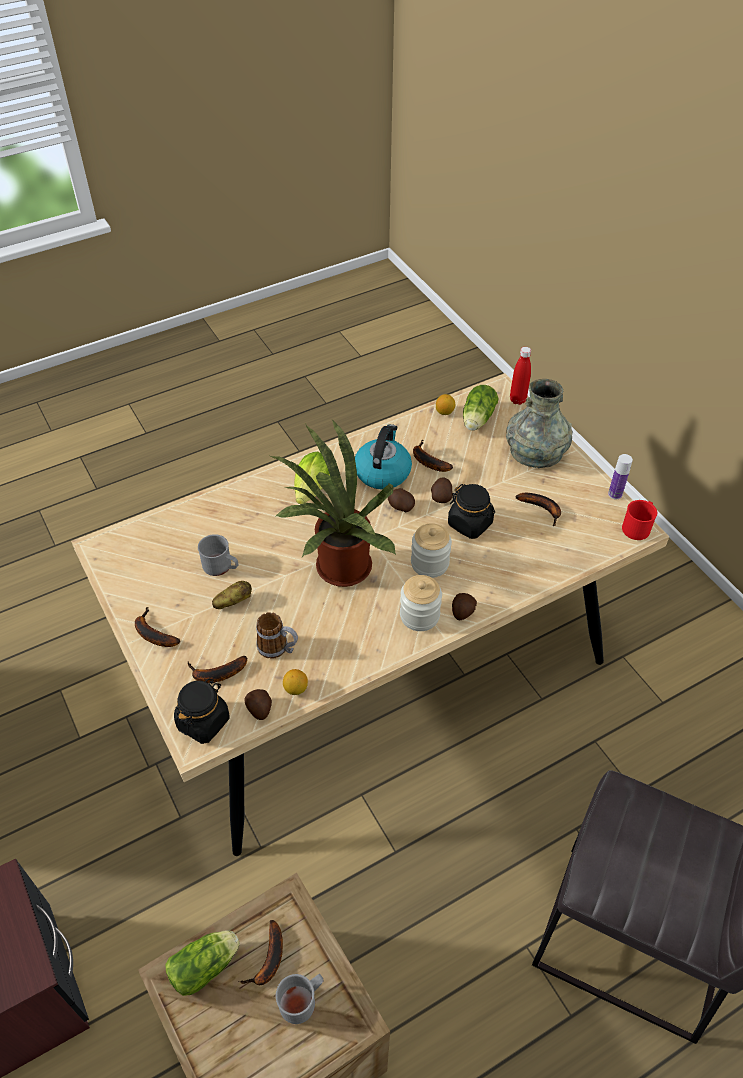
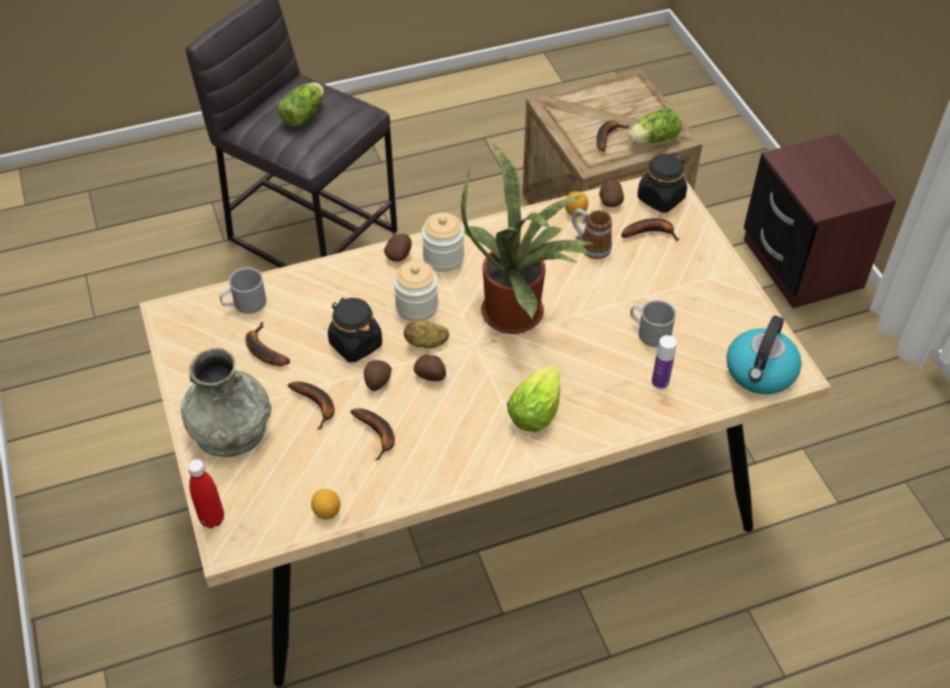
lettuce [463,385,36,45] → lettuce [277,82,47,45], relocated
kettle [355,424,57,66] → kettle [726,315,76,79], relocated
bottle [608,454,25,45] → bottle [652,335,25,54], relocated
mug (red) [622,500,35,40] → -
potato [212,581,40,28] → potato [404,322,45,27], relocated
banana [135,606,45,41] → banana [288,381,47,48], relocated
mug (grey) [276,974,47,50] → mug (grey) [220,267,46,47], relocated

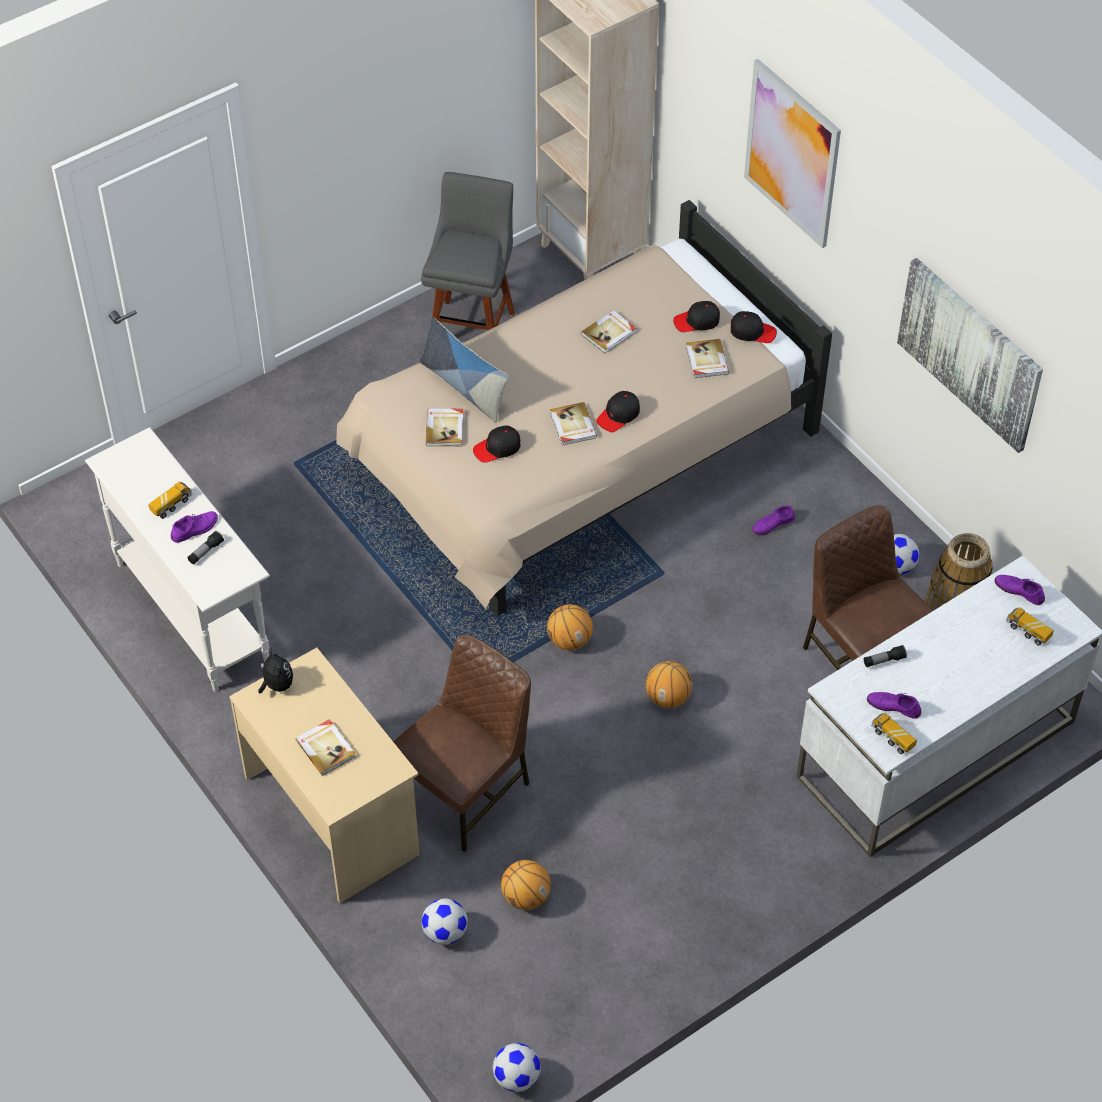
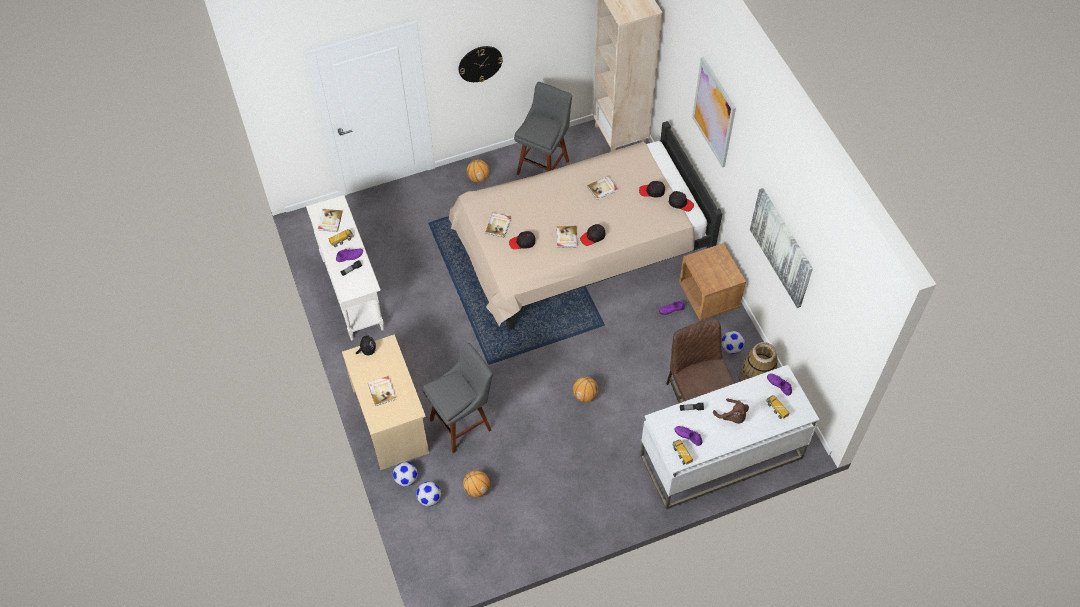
pillow [420,317,89,106] → -
book [686,339,43,39] → book [318,209,25,23], relocated
basketball [547,604,46,46] → basketball [467,160,22,22], relocated
chair (brown) [393,635,138,217] → stool (grey) [423,343,70,110]
football [493,1043,48,49] → football [393,462,25,25], relocated
- → wall clock [459,46,44,36]
- → nightstand (brown) [679,243,67,78]
- → plush toy (brown) [713,398,36,26]

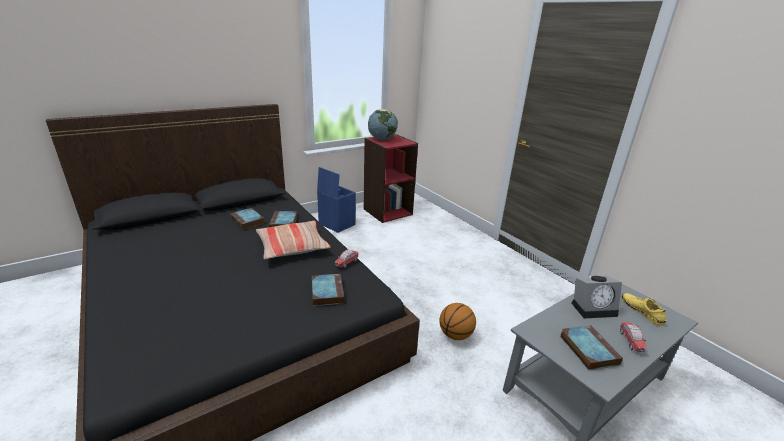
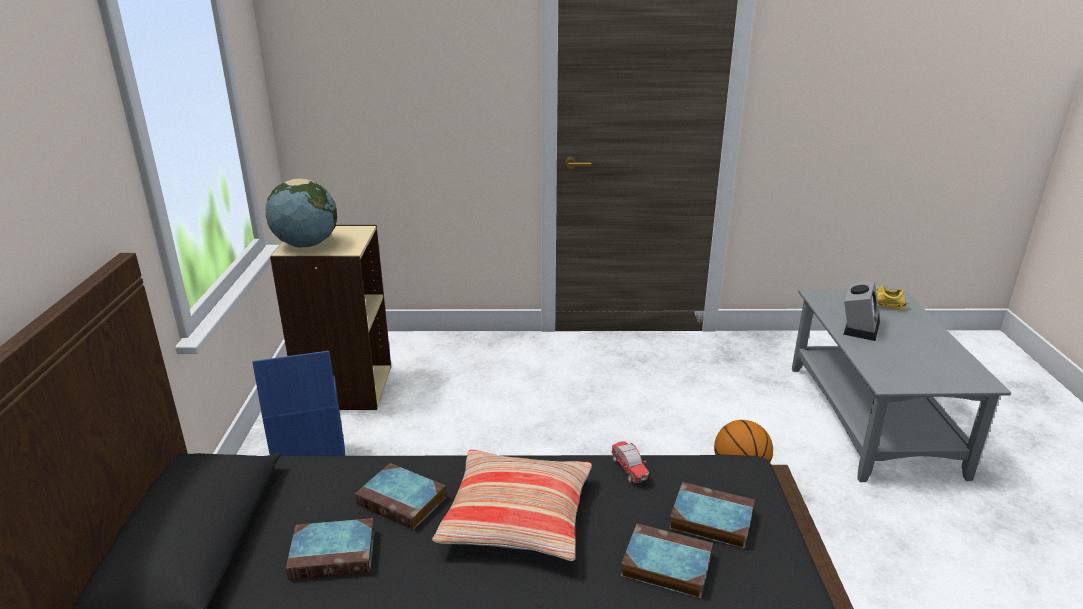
bookcase (red) [364,134,54,89] → bookcase (beige) [270,225,121,185]
toy car [620,322,27,30] → -
book [560,325,63,46] → book [621,523,92,76], relocated

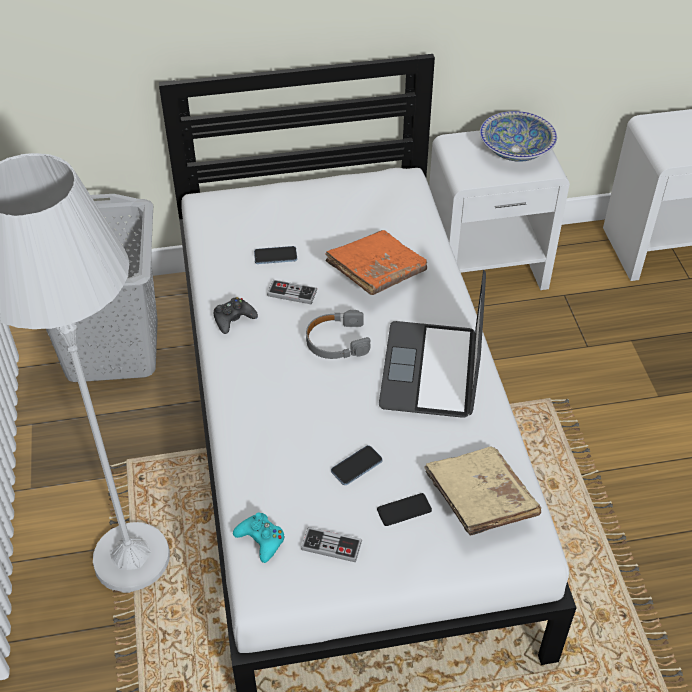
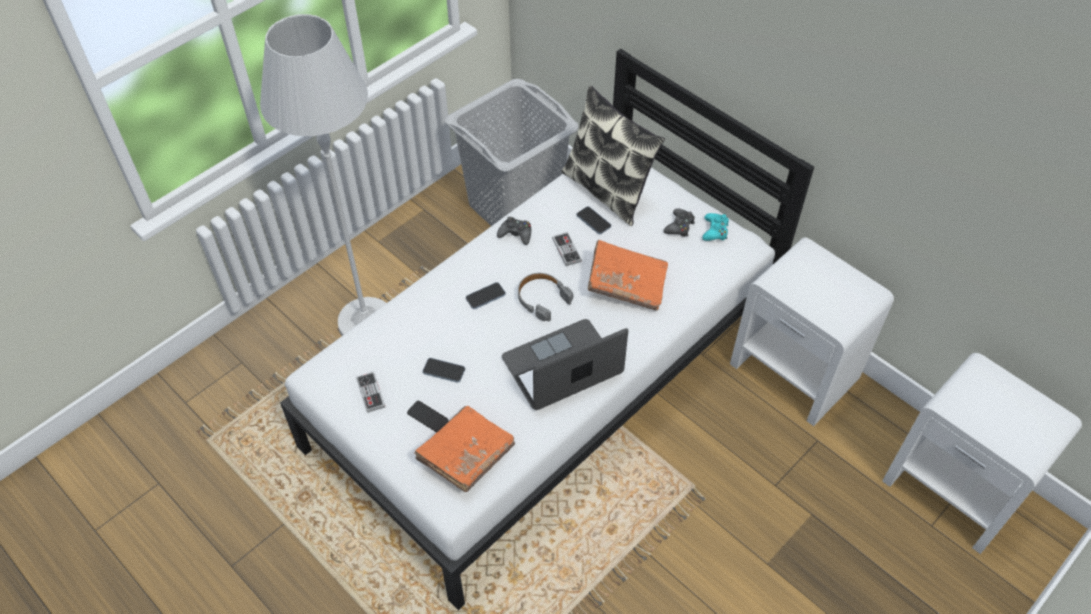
bowl [480,111,77,51] → -
book (beige) [424,446,117,90] → book (orange) [414,406,101,86]
game controller (turquoise) [233,512,51,51] → game controller (turquoise) [702,213,27,28], relocated
- → pillow [561,86,104,140]
- → game controller (black) [664,209,31,28]
- → phone [466,282,40,27]

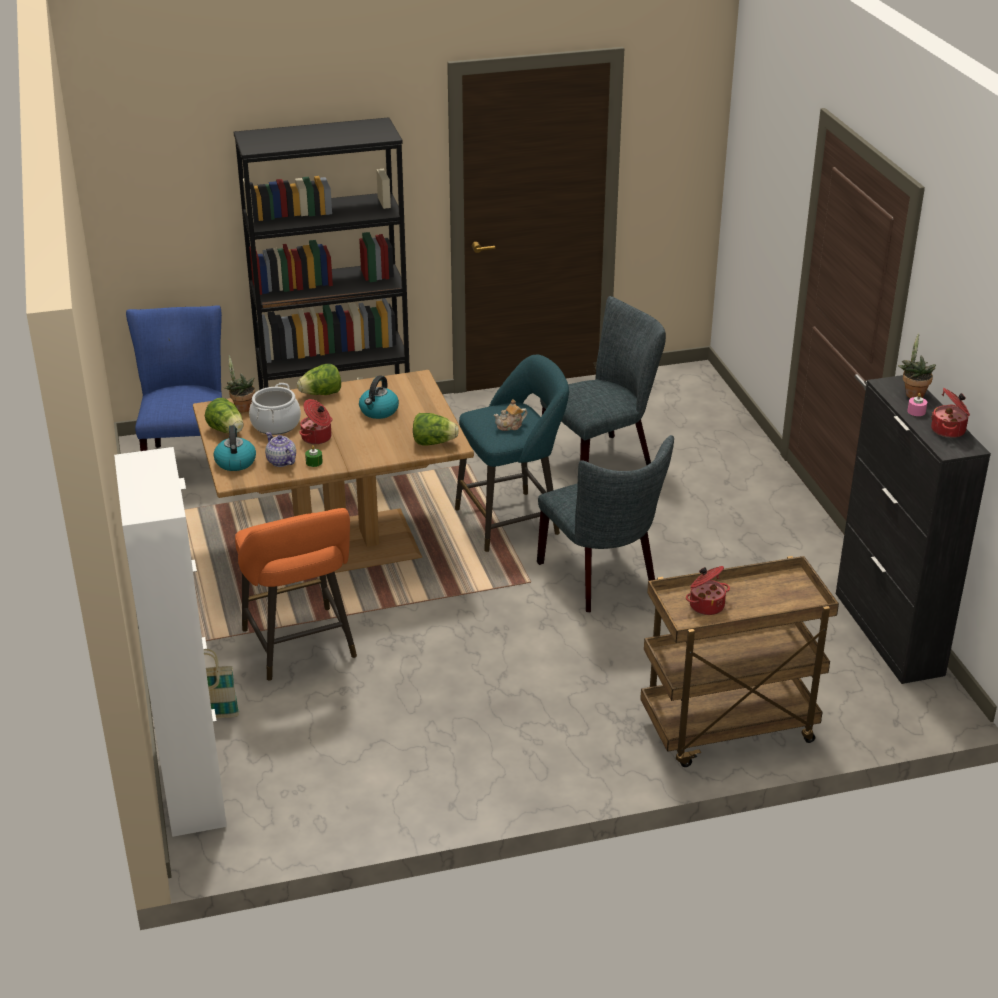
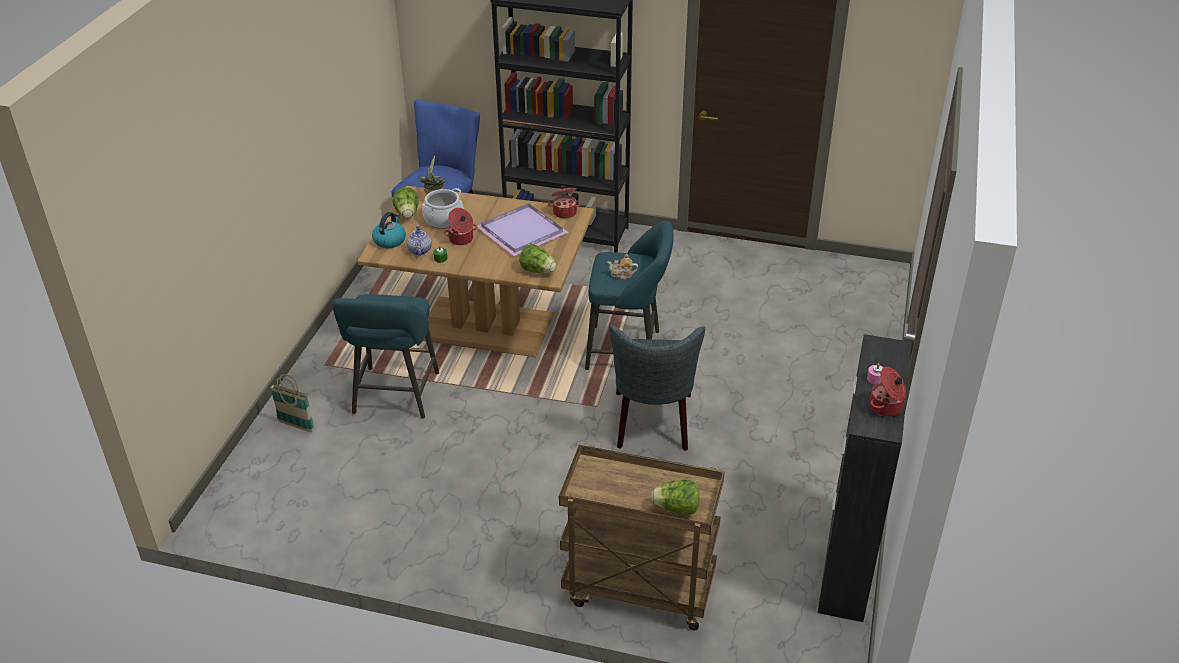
chair (grey) [540,296,126,169] → -
potted plant [898,333,38,65] → -
lettuce [297,364,44,31] → lettuce [651,480,48,35], relocated
kettle [359,375,40,44] → tray (purple) [477,203,92,53]
cabinet (white) [114,447,113,390] → -
stool (orange) [235,508,122,173] → stool (turquoise) [332,294,107,125]
cooking pot [686,566,44,49] → cooking pot [548,185,34,33], relocated

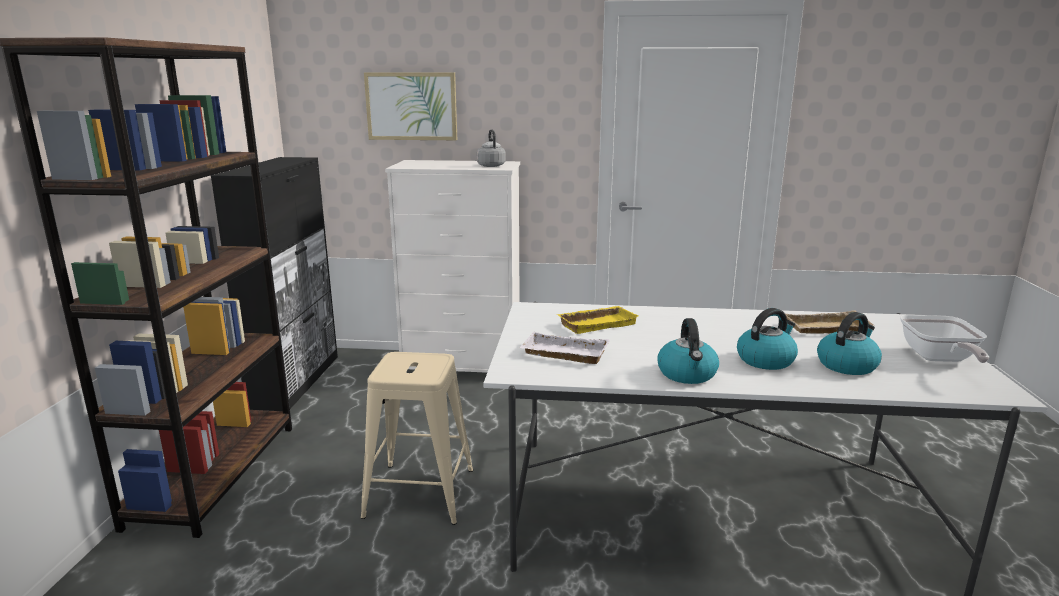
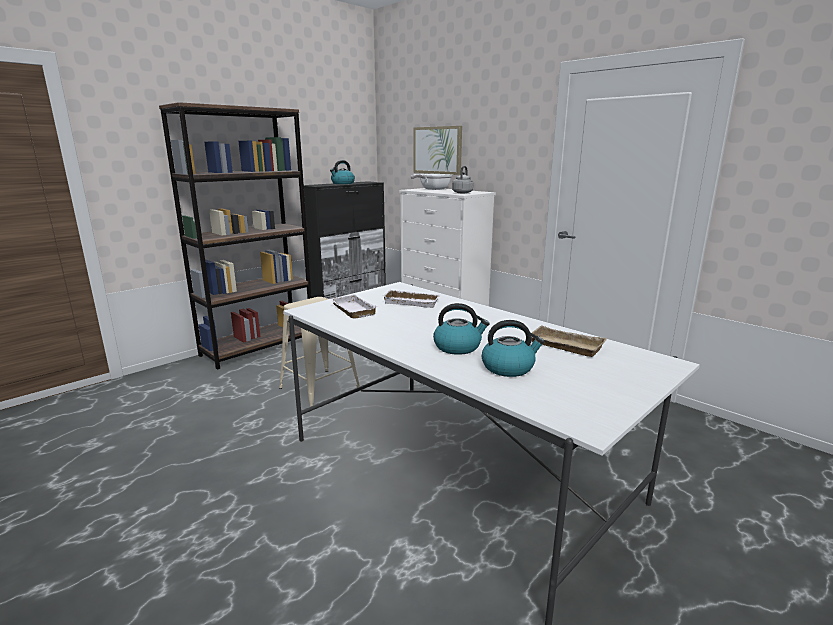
tray (yellow) [557,306,81,28] → tray (white) [382,290,58,18]
frying pan [900,315,89,48] → frying pan [410,174,42,16], relocated
kettle [657,318,62,66] → kettle [330,160,25,24], relocated

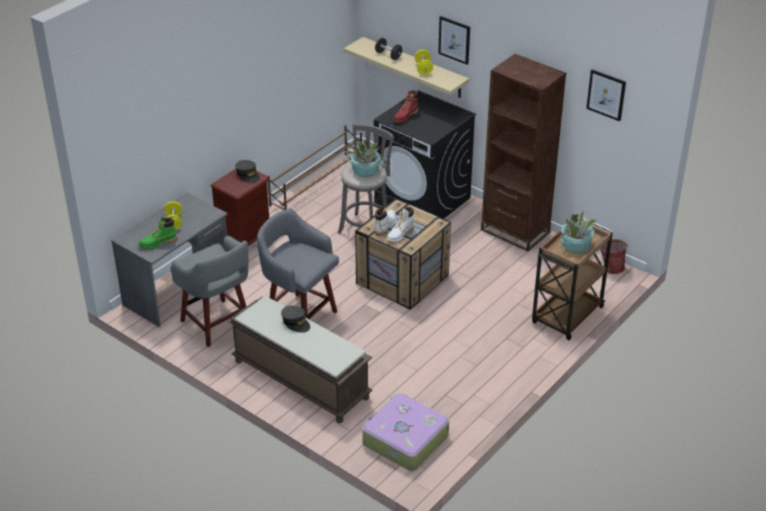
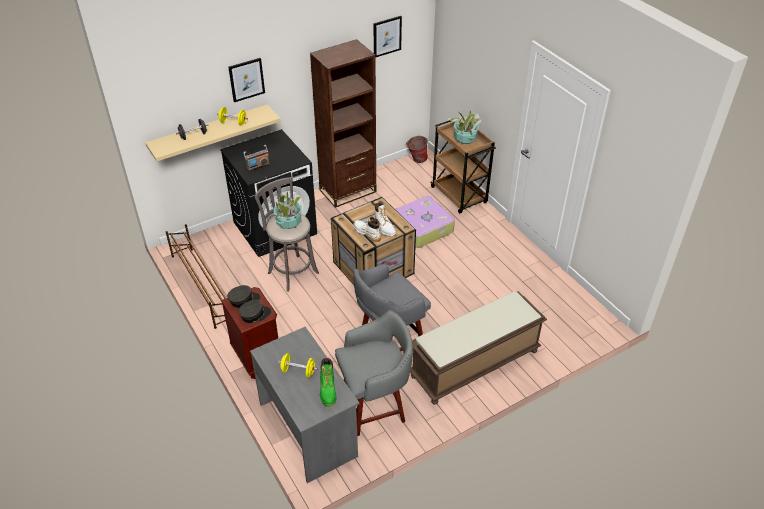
boot (red) [393,90,25,33] → radio [243,145,26,26]
cap (grey) [281,305,29,27] → cap (grey) [238,300,33,23], relocated
suitcase [362,393,87,78] → suitcase [395,196,60,52], relocated

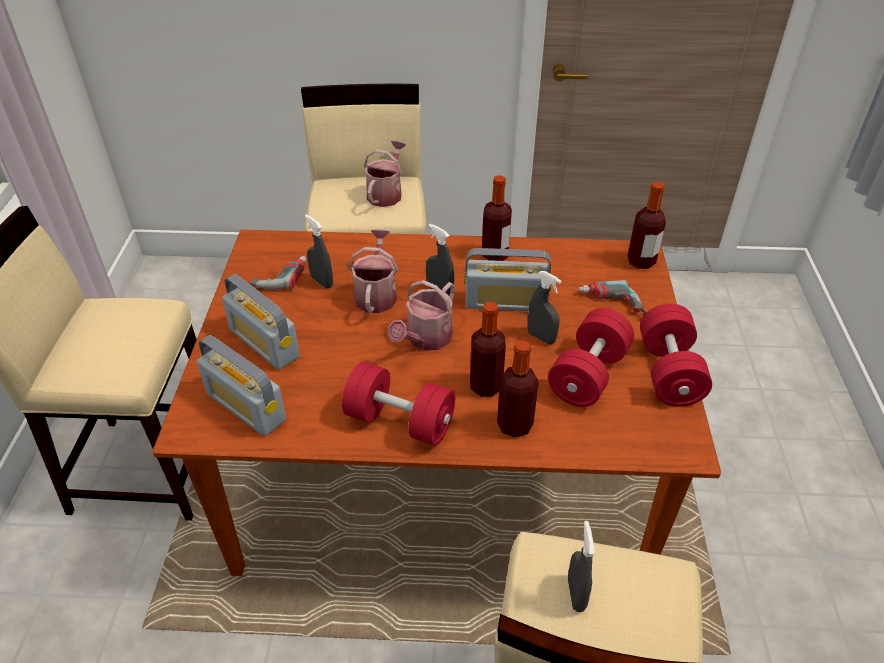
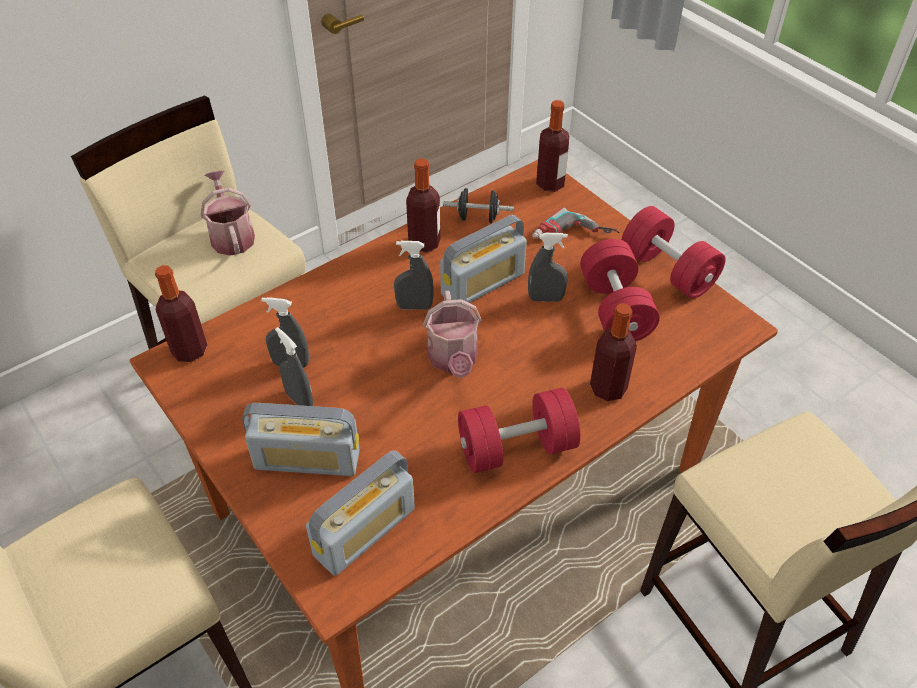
watering can [349,230,49,83] → -
power drill [236,256,71,34] → -
bottle [470,302,36,94] → bottle [155,265,52,97], relocated
radio [197,335,89,101] → radio [306,450,109,126], 45 degrees counterclockwise
spray bottle (grey) [568,521,27,91] → spray bottle (grey) [275,327,38,79], relocated
- → dumbbell (black) [443,188,71,35]

